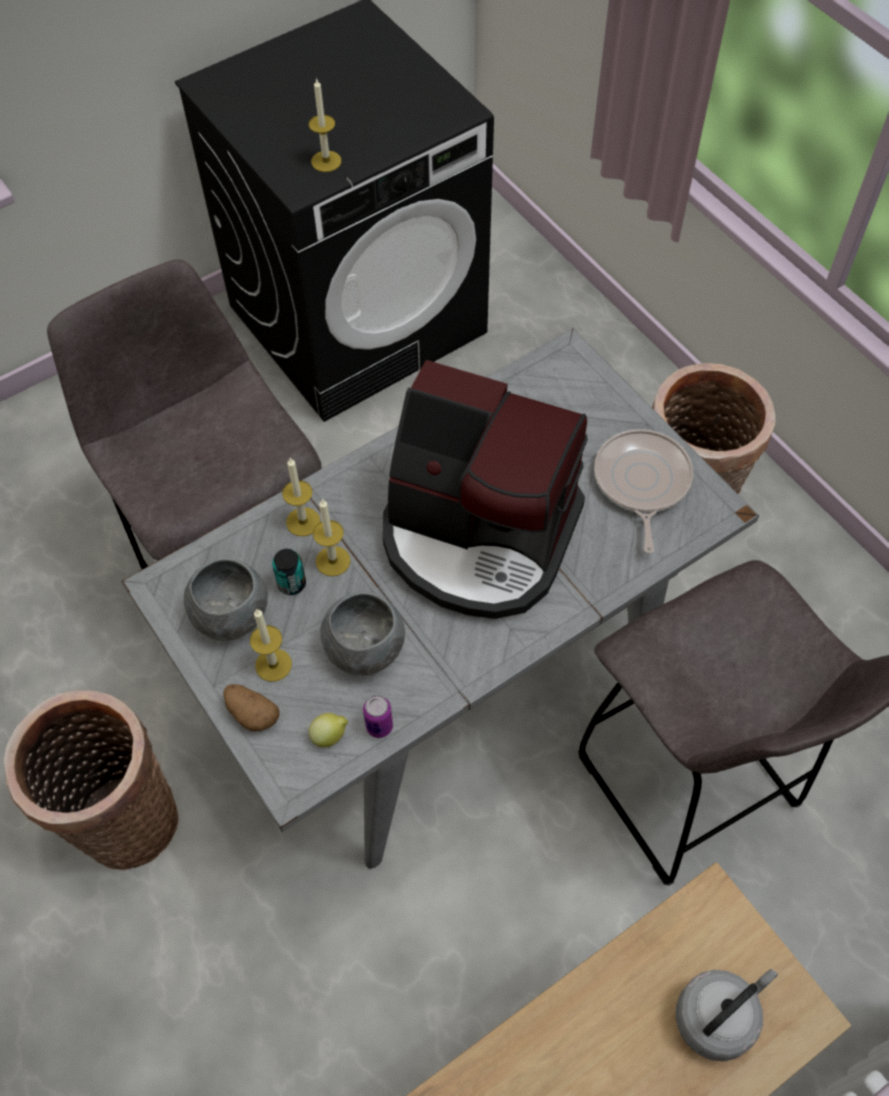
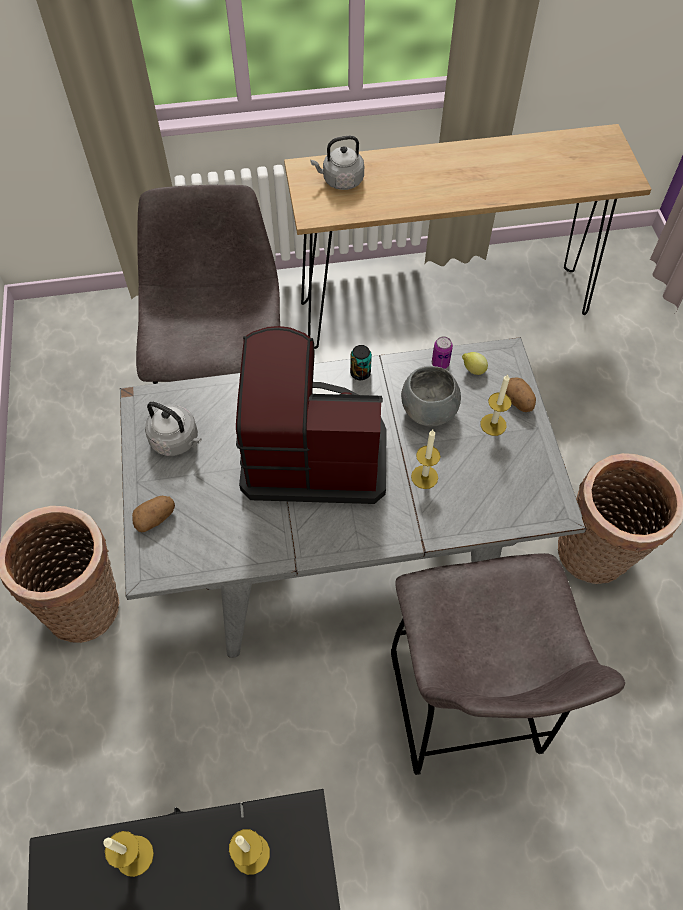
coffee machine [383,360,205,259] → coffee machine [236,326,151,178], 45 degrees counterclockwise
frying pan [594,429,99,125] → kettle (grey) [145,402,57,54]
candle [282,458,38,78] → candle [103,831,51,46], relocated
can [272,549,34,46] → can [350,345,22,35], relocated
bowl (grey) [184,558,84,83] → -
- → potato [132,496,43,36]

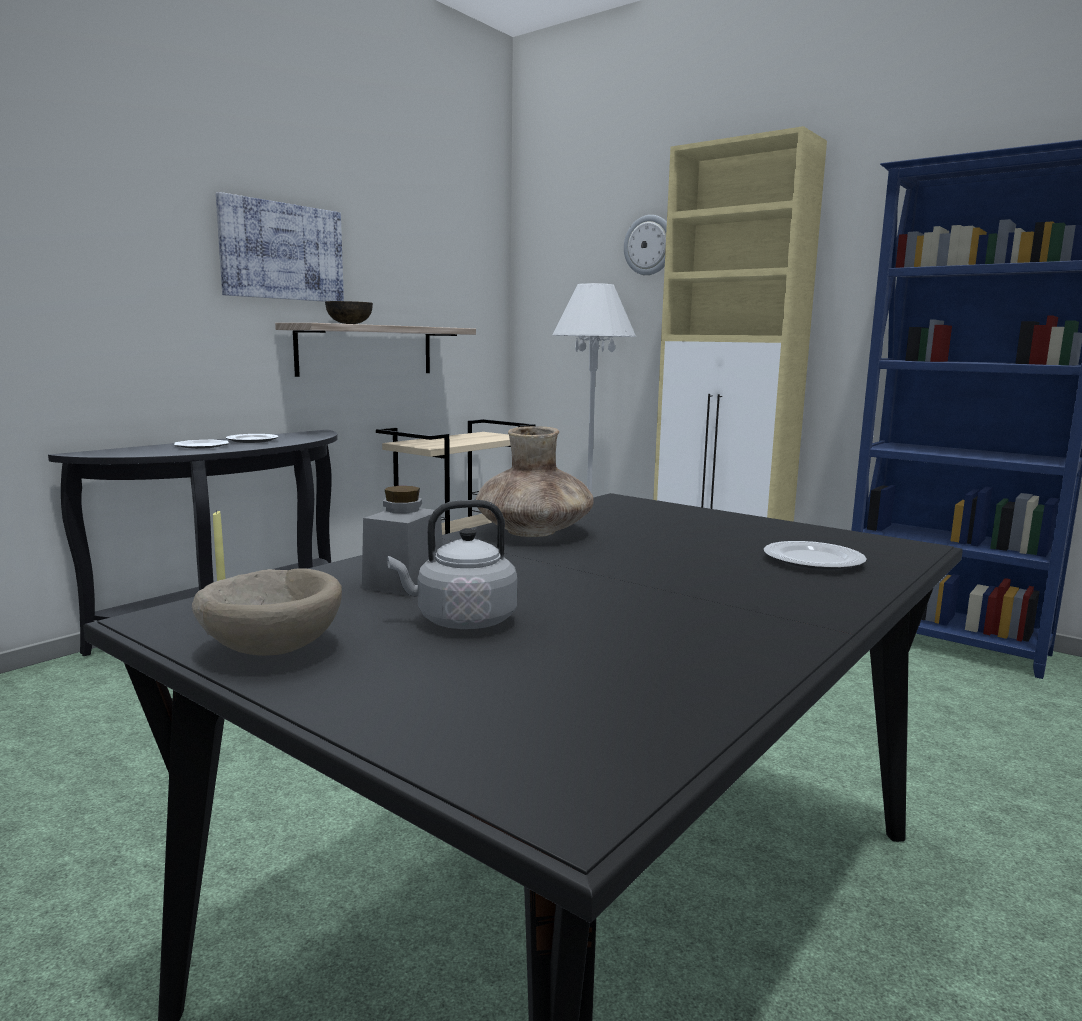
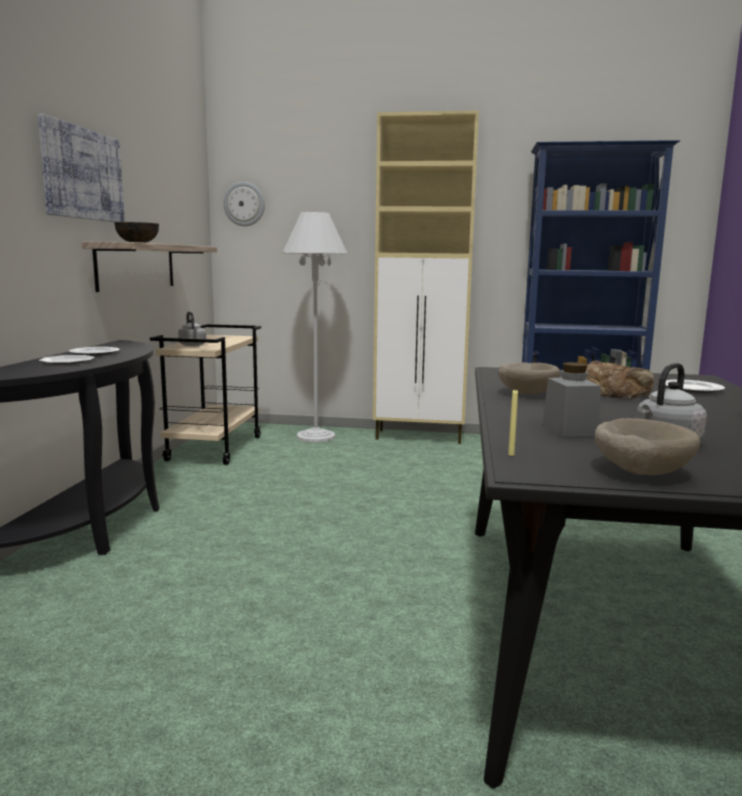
wall clock [624,215,43,60] → wall clock [223,182,42,44], relocated
vase (brown) [476,426,118,111] → bowl (beige) [498,362,62,33]
- → kettle (grey) [178,312,28,34]
- → bread [586,360,68,39]

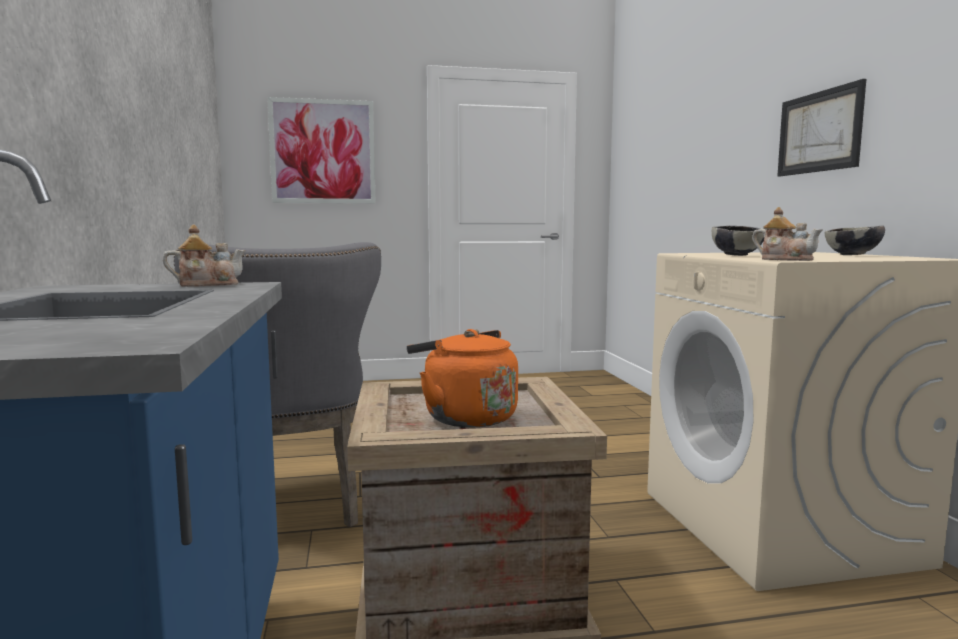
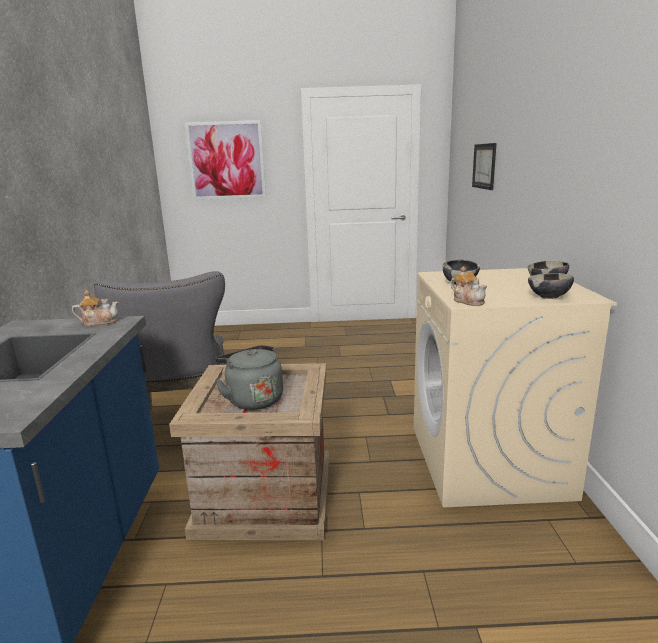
picture [777,79,89,97] → picture [472,143,25,47], relocated
kettle (orange) [407,329,111,99] → kettle (grey) [215,345,68,65]
- → bowl [528,273,46,26]

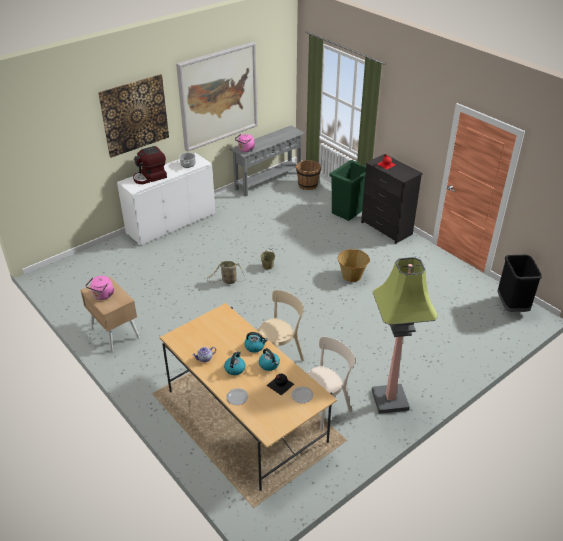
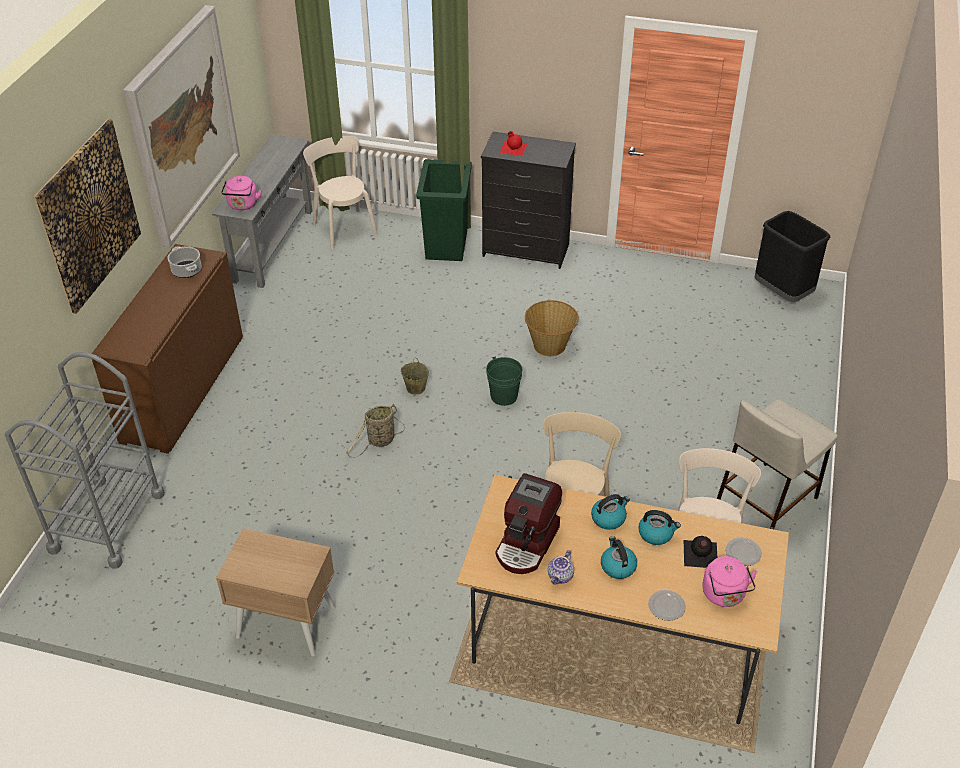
coffee machine [133,146,34,38] → coffee machine [496,473,66,101], relocated
cabinet (white) [117,153,99,93] → cabinet (brown) [92,244,151,210]
bucket (brown) [296,160,25,30] → chair (beige) [303,136,75,113]
floor lamp [372,257,66,157] → stool (beige) [717,399,121,129]
kettle (pink) [85,276,29,24] → kettle (pink) [702,556,56,51], relocated
- → cart (grey) [5,352,160,217]
- → bucket (green) [486,357,36,49]

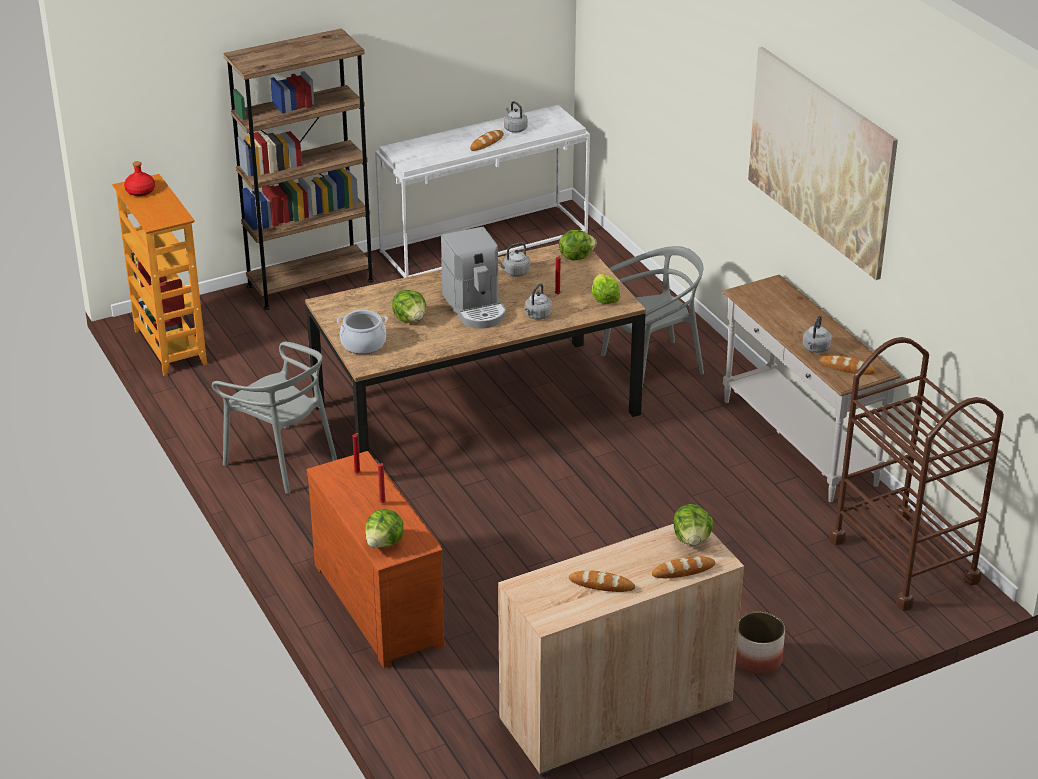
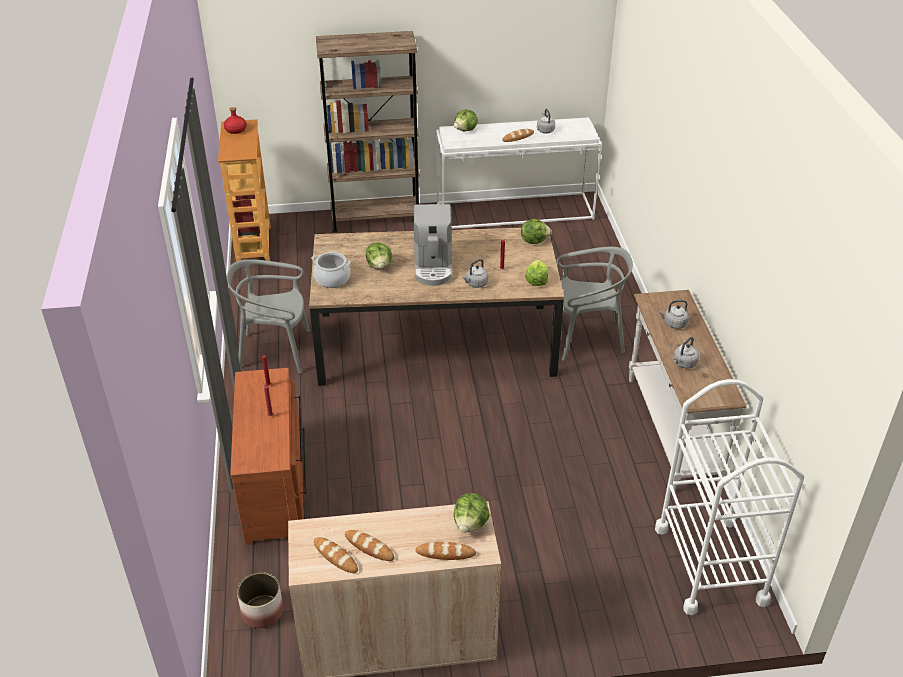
picture [748,47,150,233] → -
kettle (grey) [498,243,32,34] → kettle (grey) [658,300,31,29], relocated
cart (brown) [829,337,175,274] → cart (white) [655,379,149,236]
chair (grey) [212,342,125,152] → chair (grey) [227,259,83,114], 120 degrees clockwise
bread [819,355,56,20] → bread [314,537,44,36], relocated
lettuce [365,509,39,39] → lettuce [454,110,24,22], relocated
planter [736,612,49,62] → planter [237,572,46,56], relocated

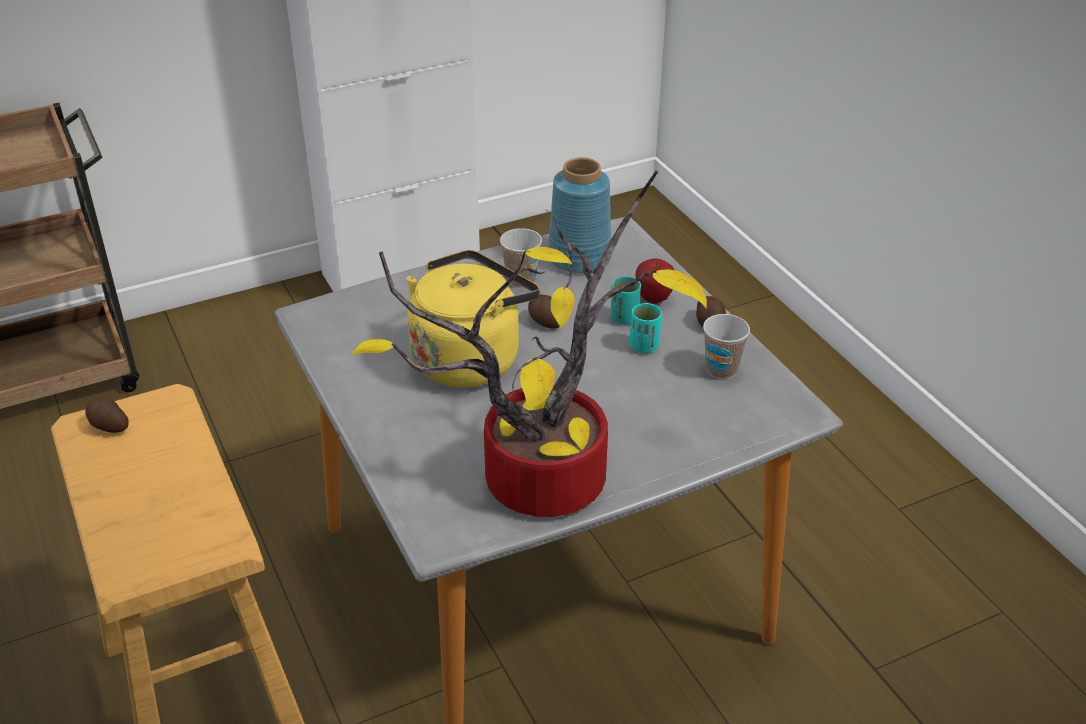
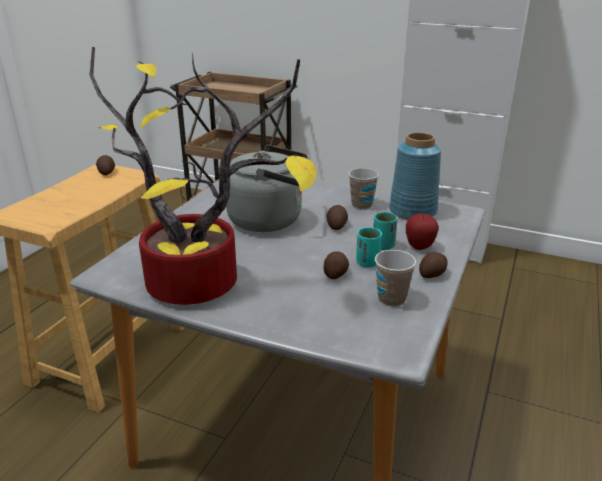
kettle (yellow) [406,250,134,137] → kettle (grey) [226,145,82,87]
- → potato [324,251,25,28]

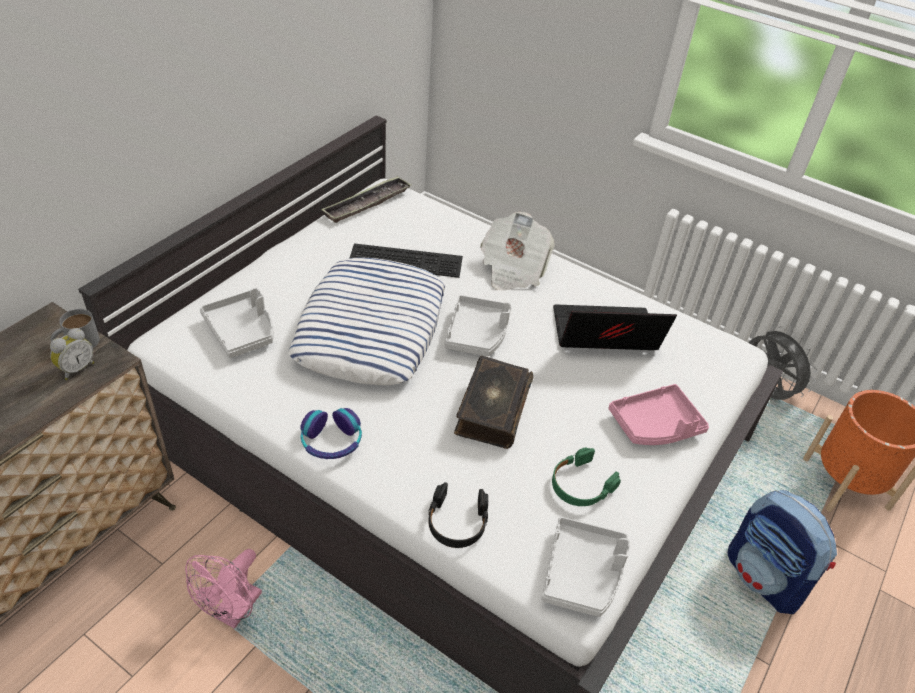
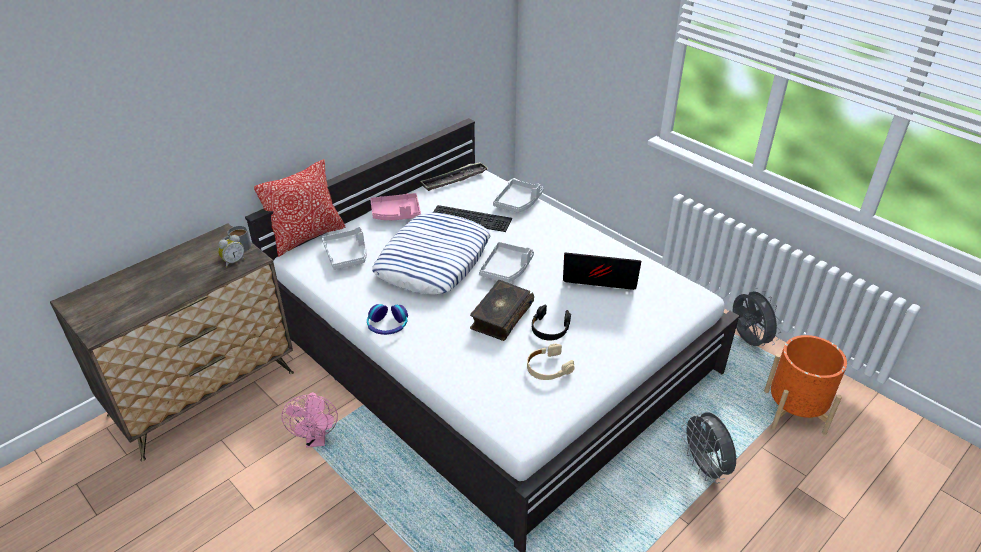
newspaper [480,212,75,79] → -
tray (pink) [609,384,100,61] → tray (pink) [370,193,51,27], relocated
headphones (green) [552,447,69,59] → headphones (beige) [527,344,47,36]
headphones (black) [428,482,60,66] → headphones (black) [532,305,39,35], relocated
backpack [728,490,109,124] → fan (grey) [681,412,55,72]
tray (grey) [541,517,89,100] → tray (grey) [493,179,51,34], relocated
fan (pink) [185,549,77,80] → fan (pink) [281,392,57,56], 45 degrees counterclockwise
- → pillow [254,159,91,98]

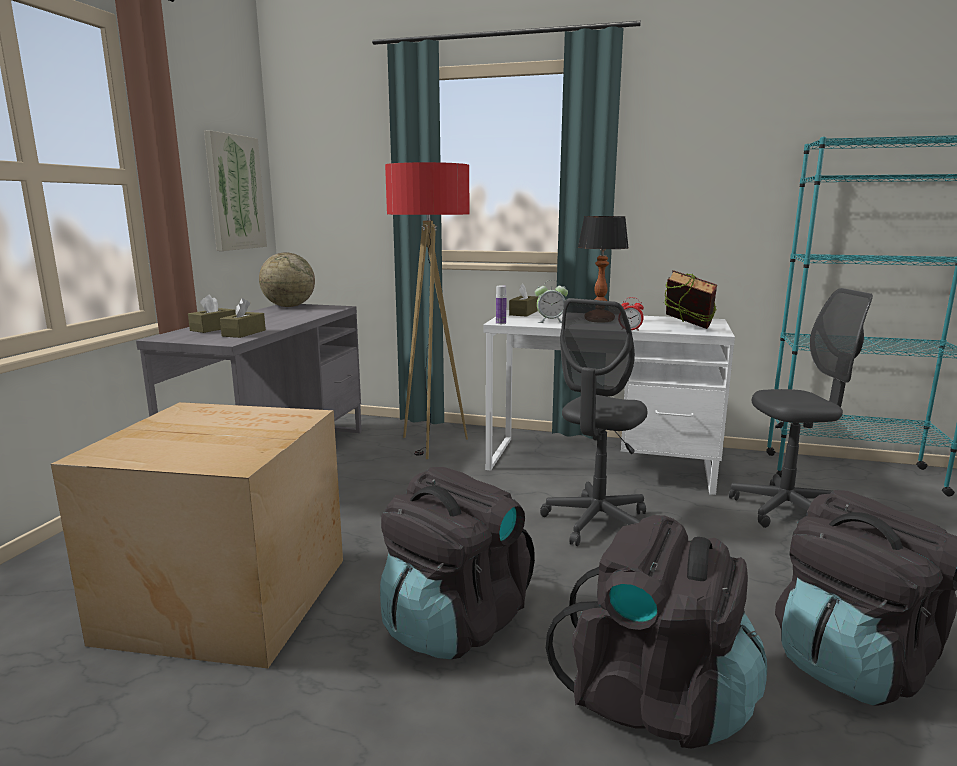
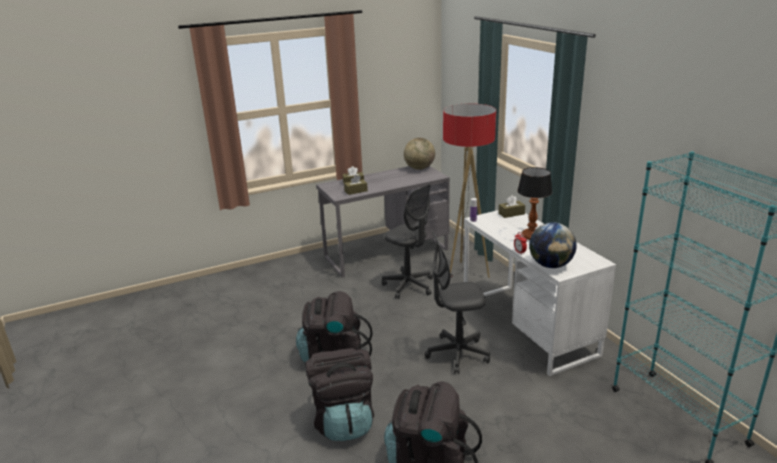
picture [204,130,63,121] → -
book [664,270,53,59] → globe [529,222,47,46]
alarm clock [535,280,33,43] → -
office chair (grey) [729,288,144,240] → office chair (grey) [382,184,51,115], relocated
cardboard box [51,402,292,266] → -

